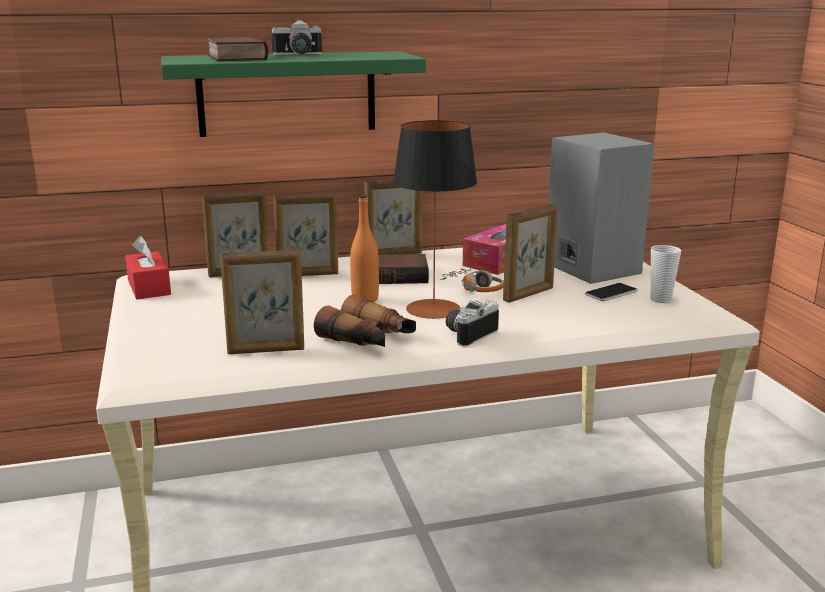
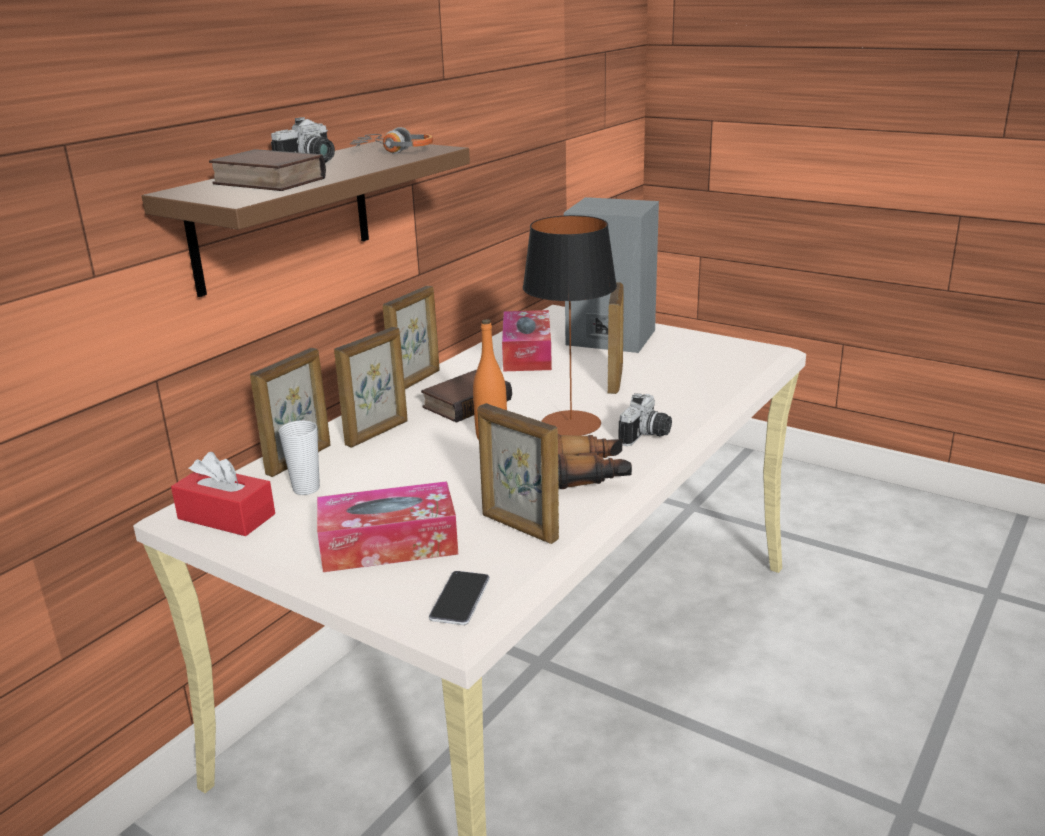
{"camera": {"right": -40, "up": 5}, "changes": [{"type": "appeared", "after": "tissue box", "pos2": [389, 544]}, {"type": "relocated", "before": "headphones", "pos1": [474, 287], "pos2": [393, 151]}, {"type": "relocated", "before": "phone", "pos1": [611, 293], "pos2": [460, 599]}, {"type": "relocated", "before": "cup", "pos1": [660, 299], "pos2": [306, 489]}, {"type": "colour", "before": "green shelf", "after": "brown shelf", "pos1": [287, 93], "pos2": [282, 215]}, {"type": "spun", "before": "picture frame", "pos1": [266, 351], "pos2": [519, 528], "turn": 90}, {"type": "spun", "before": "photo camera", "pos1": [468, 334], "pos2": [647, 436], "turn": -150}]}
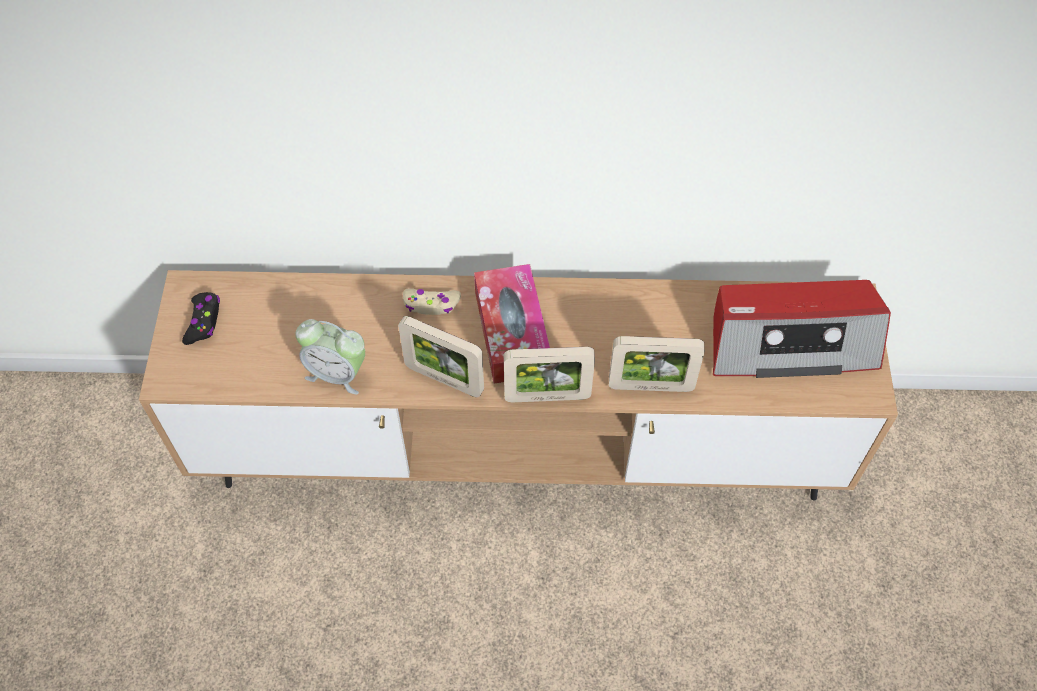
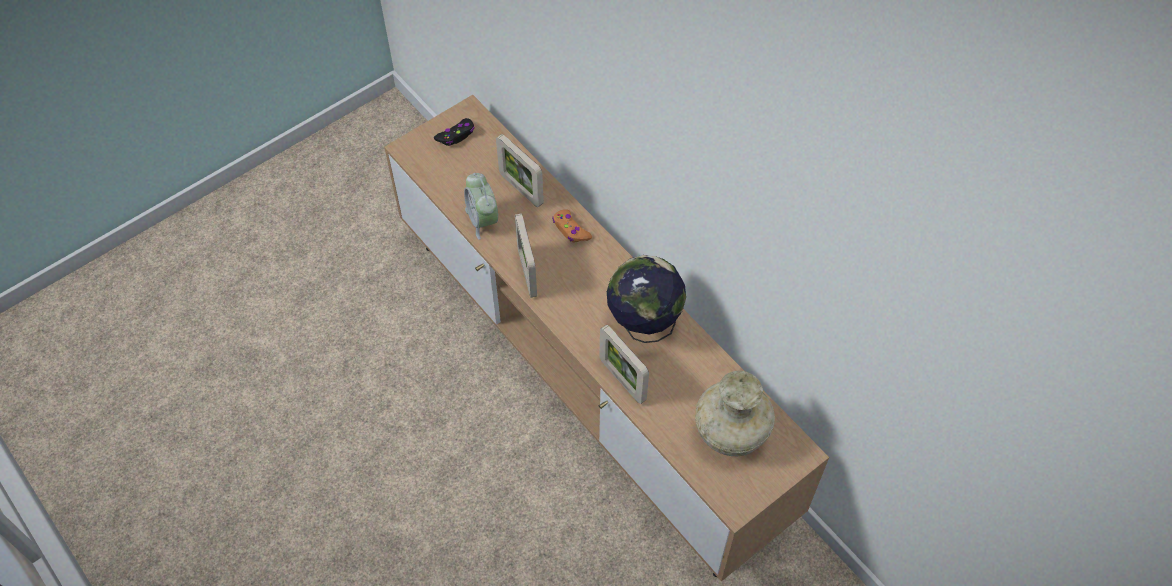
{"camera": {"right": 50, "up": 0}, "changes": [{"type": "missing", "before": "tissue box", "pos1": [512, 333]}, {"type": "appeared", "after": "globe", "pos2": [643, 325]}, {"type": "relocated", "before": "picture frame", "pos1": [547, 397], "pos2": [521, 189]}, {"type": "exchanged", "before": "radio", "after": "beige vase", "pos1": [790, 341], "pos2": [731, 435]}, {"type": "colour", "before": "beige game controller", "after": "orange game controller", "pos1": [431, 304], "pos2": [570, 230]}]}
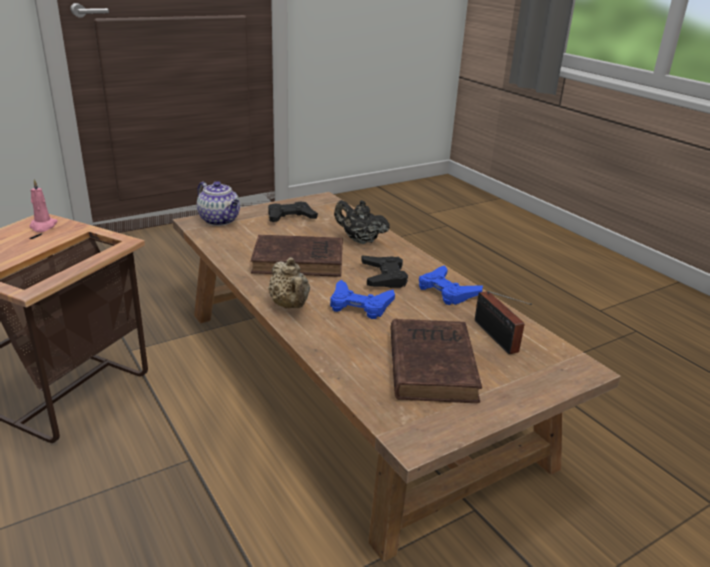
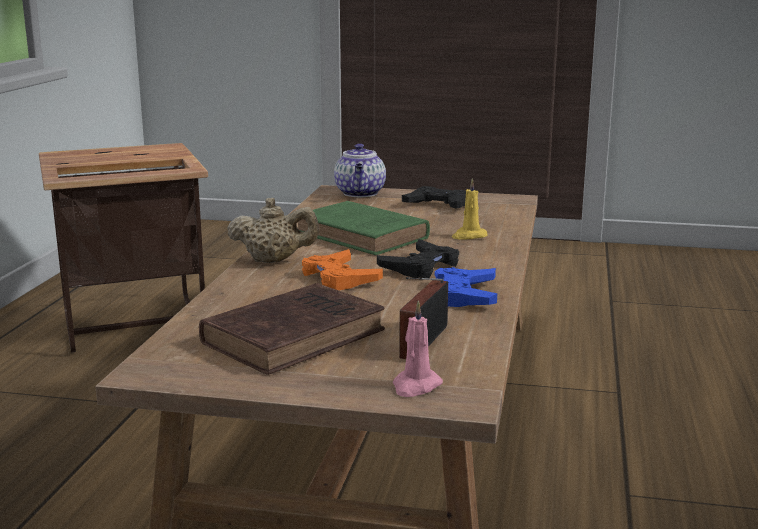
{"camera": {"right": 45, "up": -10}, "changes": [{"type": "relocated", "before": "pink candle", "pos1": [43, 226], "pos2": [415, 386]}, {"type": "exchanged", "before": "black teapot", "after": "yellow candle", "pos1": [359, 240], "pos2": [469, 236]}, {"type": "colour", "before": "brown book", "after": "green book", "pos1": [301, 261], "pos2": [364, 236]}, {"type": "colour", "before": "blue game controller", "after": "orange game controller", "pos1": [359, 305], "pos2": [339, 278]}, {"type": "spun", "before": "beige teapot", "pos1": [290, 306], "pos2": [274, 260], "turn": -105}]}
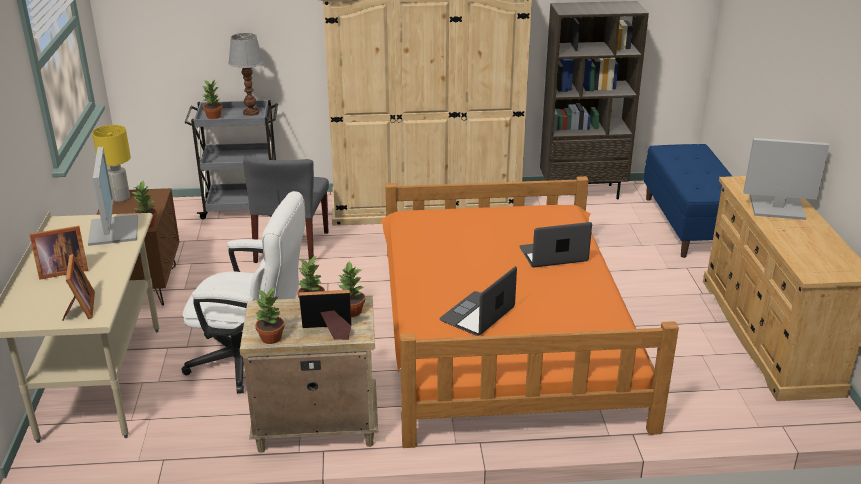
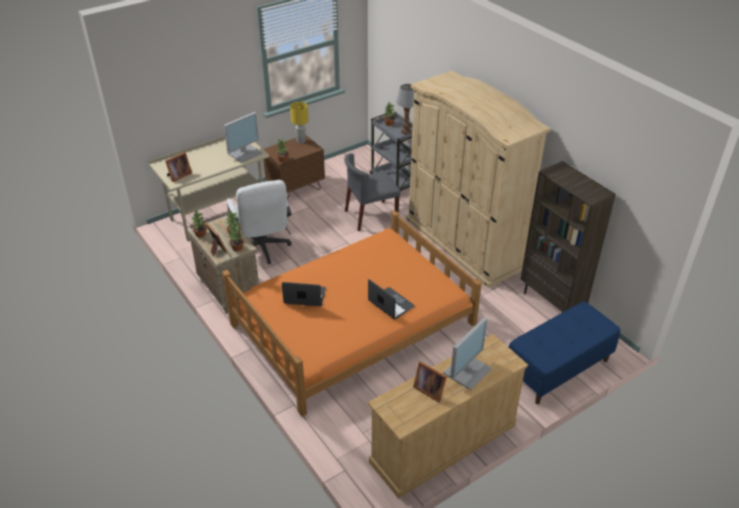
{"camera": {"right": 60, "up": 10}, "changes": [{"type": "relocated", "before": "picture frame", "pos1": [61, 270], "pos2": [429, 389]}, {"type": "spun", "before": "monitor", "pos1": [776, 207], "pos2": [467, 370], "turn": 60}]}
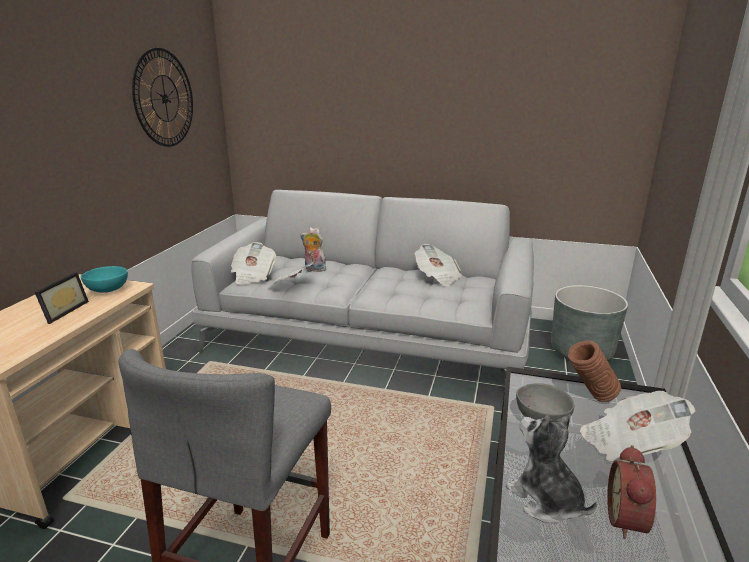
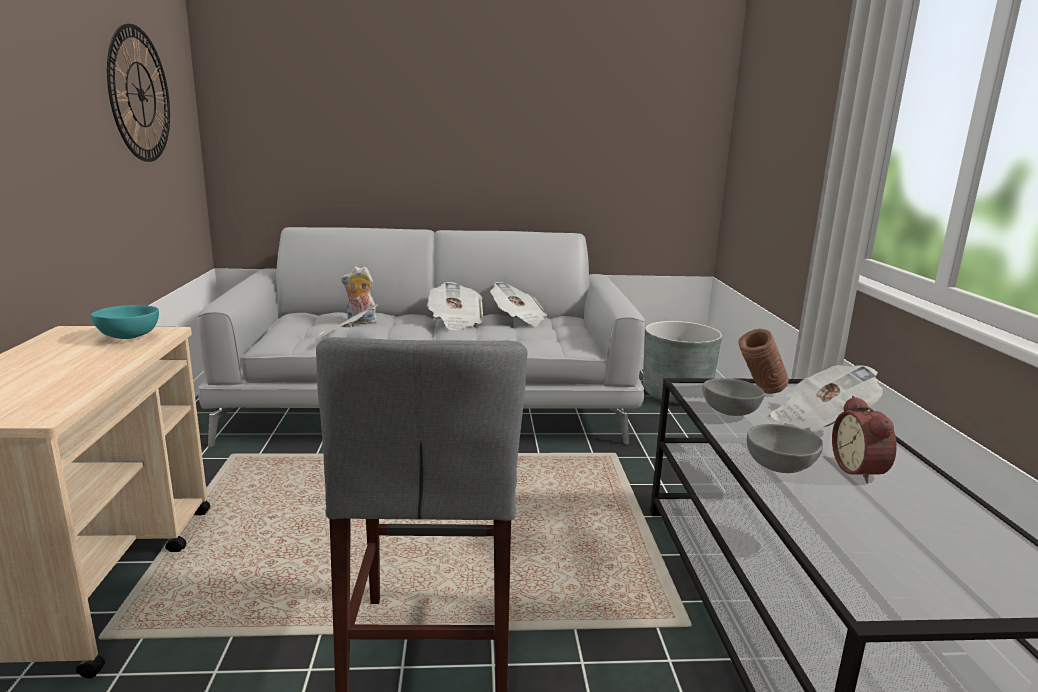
{"camera": {"right": -20, "up": -5}, "changes": [{"type": "missing", "before": "picture frame", "pos1": [62, 311]}, {"type": "relocated", "before": "newspaper", "pos1": [252, 276], "pos2": [455, 322]}, {"type": "exchanged", "before": "plush toy", "after": "grey bowl", "pos1": [545, 500], "pos2": [781, 468]}]}
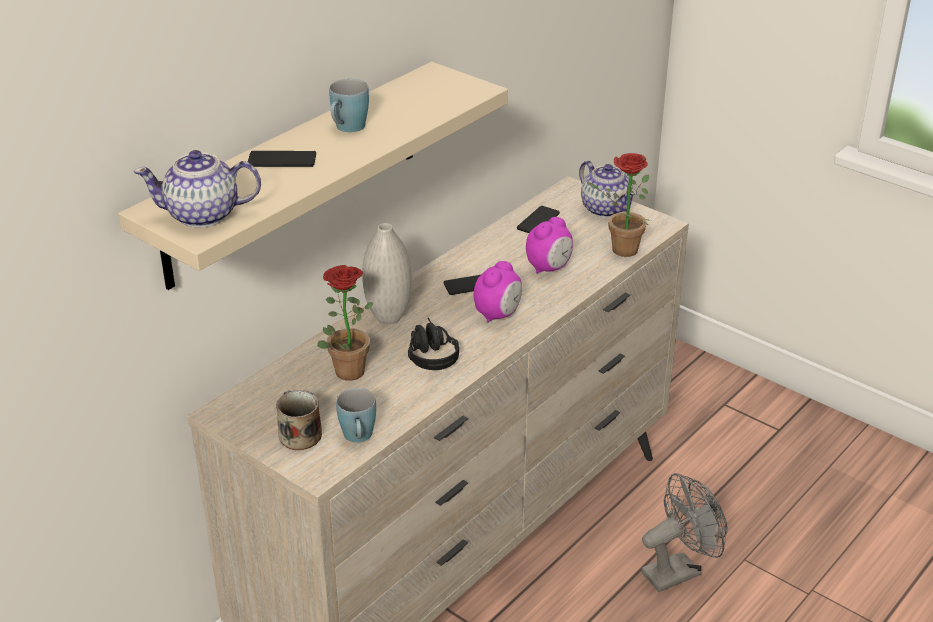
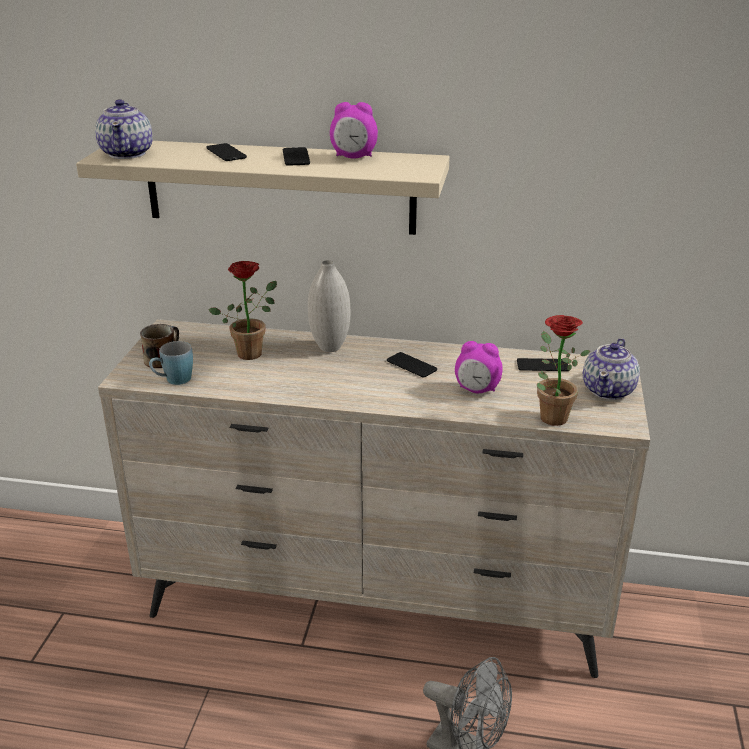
{"camera": {"right": 60, "up": -5}, "changes": [{"type": "missing", "before": "black headphones", "pos1": [429, 352]}, {"type": "relocated", "before": "alarm clock", "pos1": [498, 314], "pos2": [354, 157]}, {"type": "exchanged", "before": "blue mug", "after": "phone", "pos1": [347, 129], "pos2": [296, 157]}, {"type": "spun", "before": "teapot", "pos1": [203, 215], "pos2": [127, 153], "turn": -150}]}
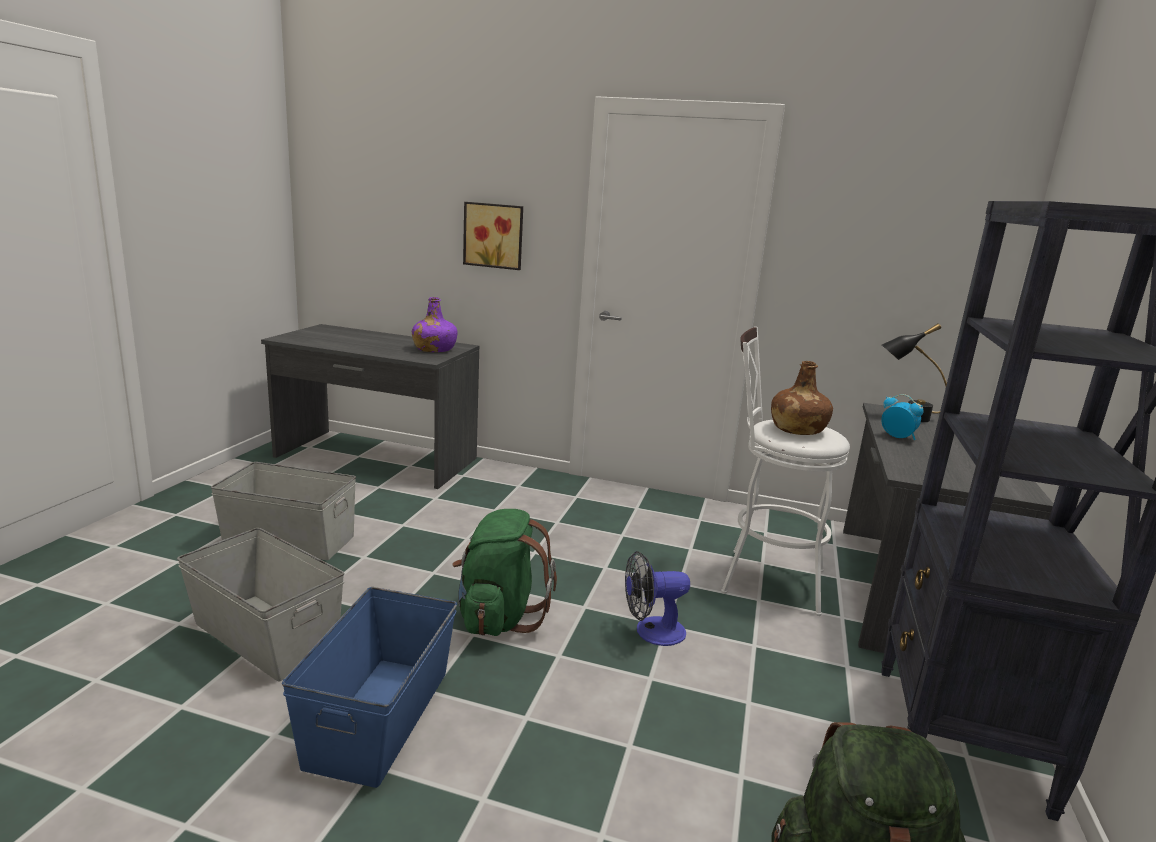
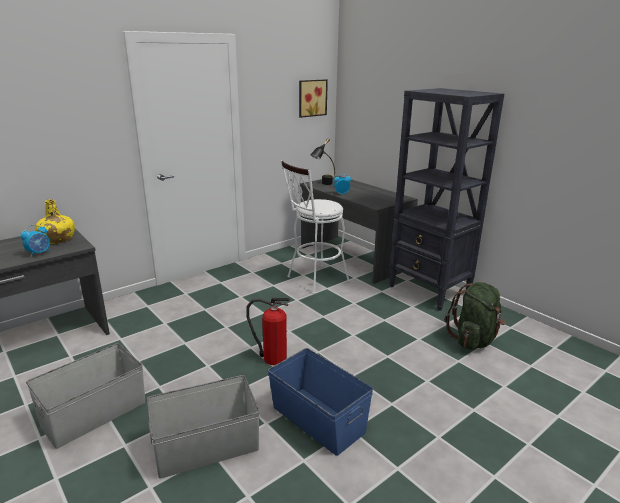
{"camera": {"right": -55, "up": 5}, "changes": [{"type": "missing", "before": "fan", "pos1": [651, 632]}, {"type": "missing", "before": "brown bottle", "pos1": [797, 429]}, {"type": "appeared", "after": "alarm clock", "pos2": [39, 253]}, {"type": "relocated", "before": "picture", "pos1": [494, 235], "pos2": [311, 98]}, {"type": "exchanged", "before": "green backpack", "after": "fire extinguisher", "pos1": [498, 617], "pos2": [272, 358]}, {"type": "colour", "before": "purple bottle", "after": "yellow bottle", "pos1": [434, 349], "pos2": [57, 239]}]}
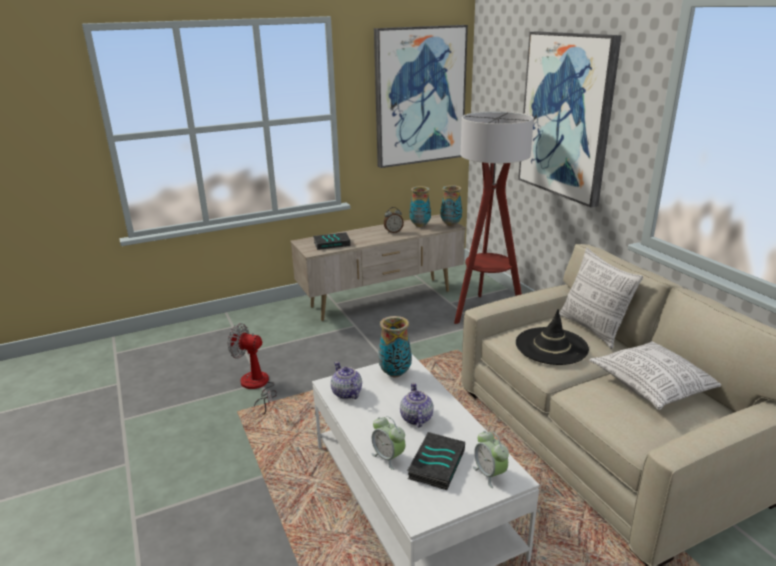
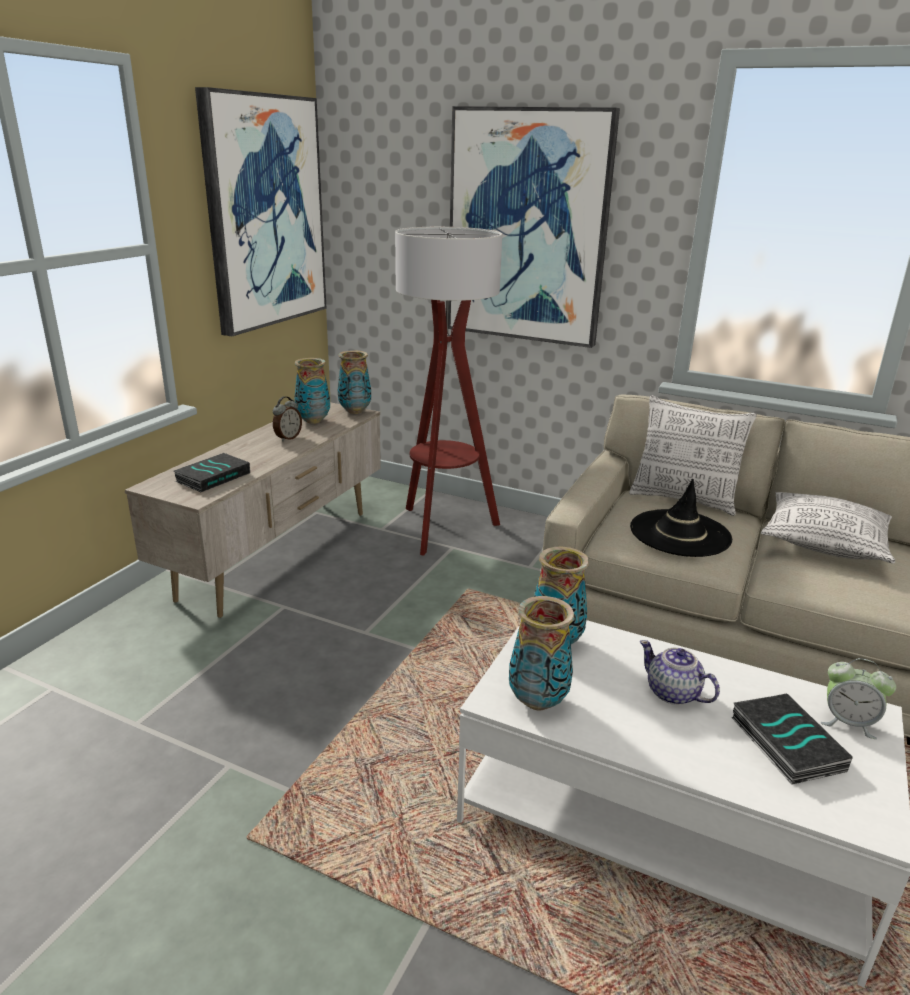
{"camera": {"right": -40, "up": 0}, "changes": [{"type": "missing", "before": "fan", "pos1": [257, 386]}, {"type": "missing", "before": "alarm clock", "pos1": [388, 457]}, {"type": "exchanged", "before": "teapot", "after": "vase", "pos1": [346, 393], "pos2": [538, 702]}]}
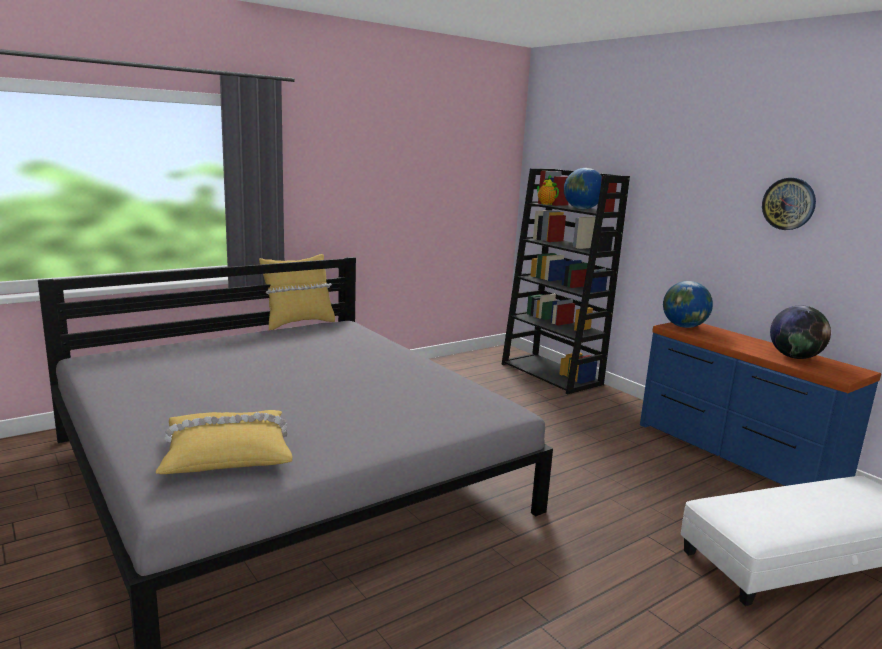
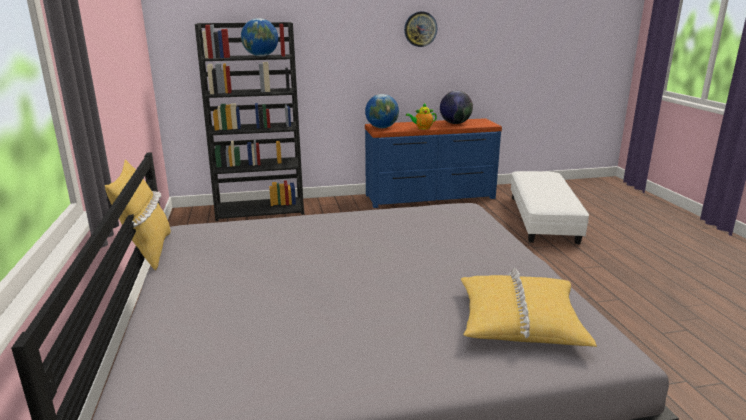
{"camera": {"right": -65, "up": 5}, "changes": [{"type": "relocated", "before": "teapot", "pos1": [546, 204], "pos2": [422, 128]}]}
